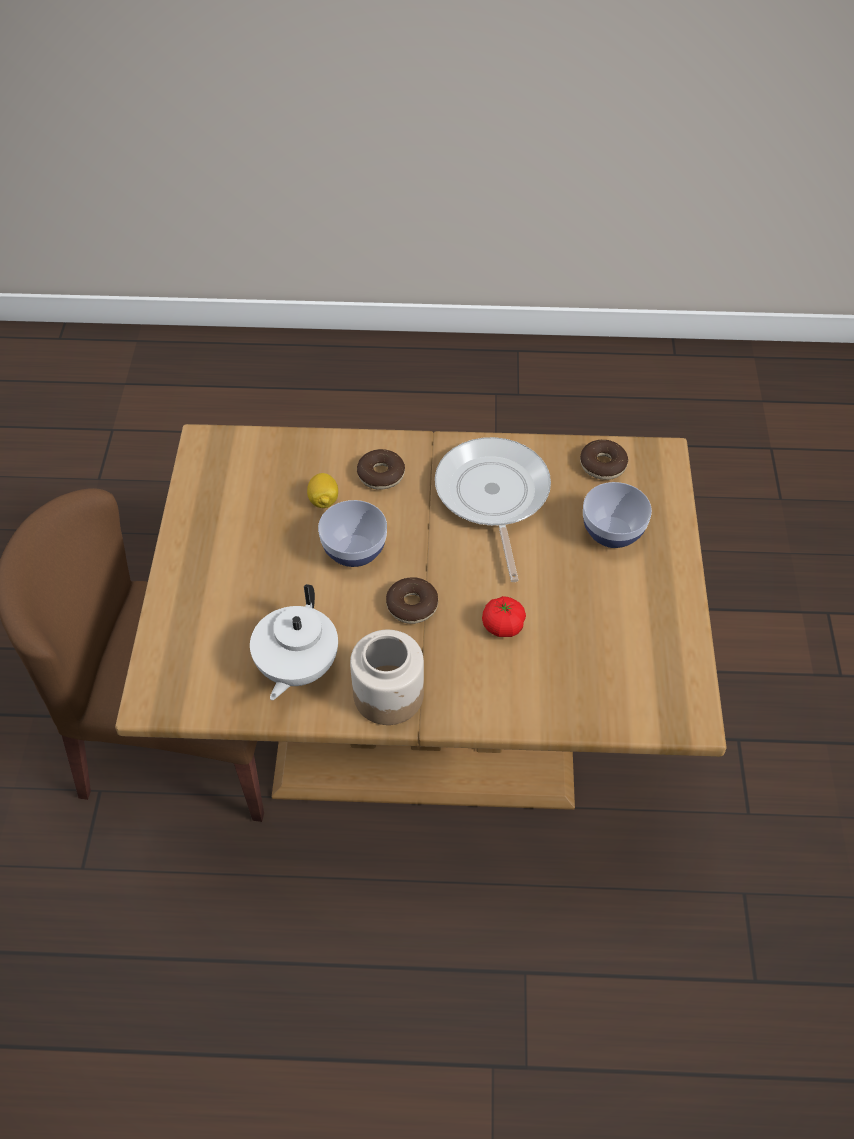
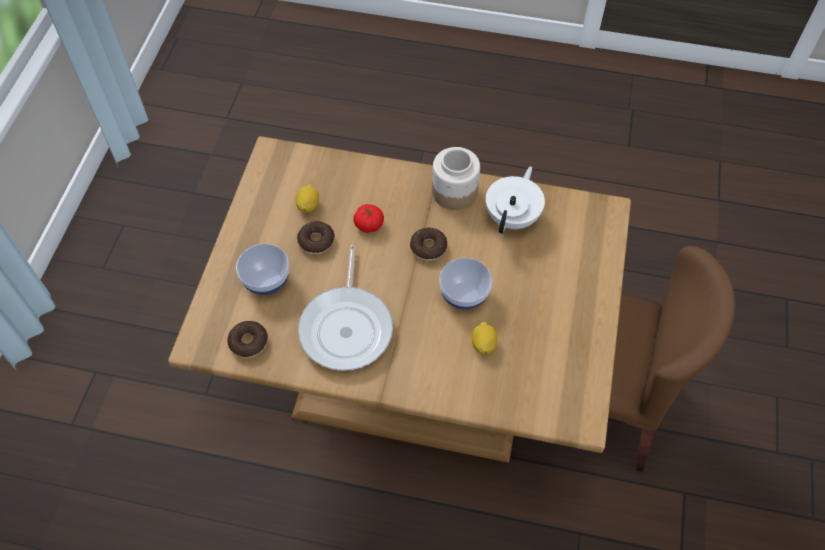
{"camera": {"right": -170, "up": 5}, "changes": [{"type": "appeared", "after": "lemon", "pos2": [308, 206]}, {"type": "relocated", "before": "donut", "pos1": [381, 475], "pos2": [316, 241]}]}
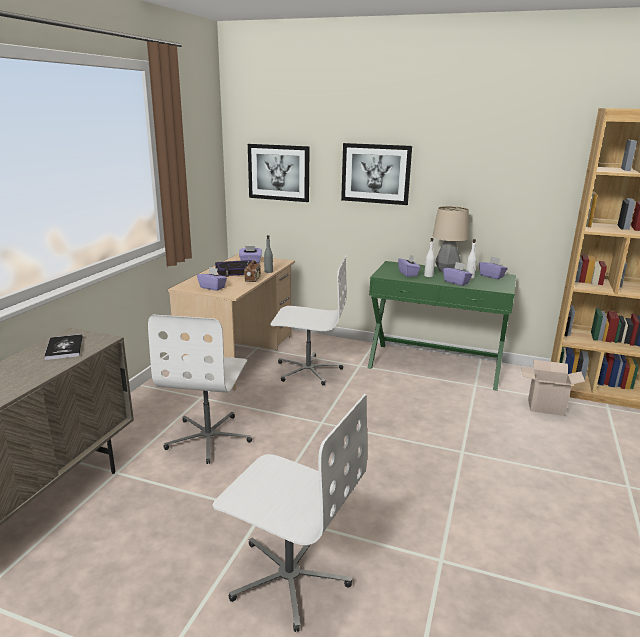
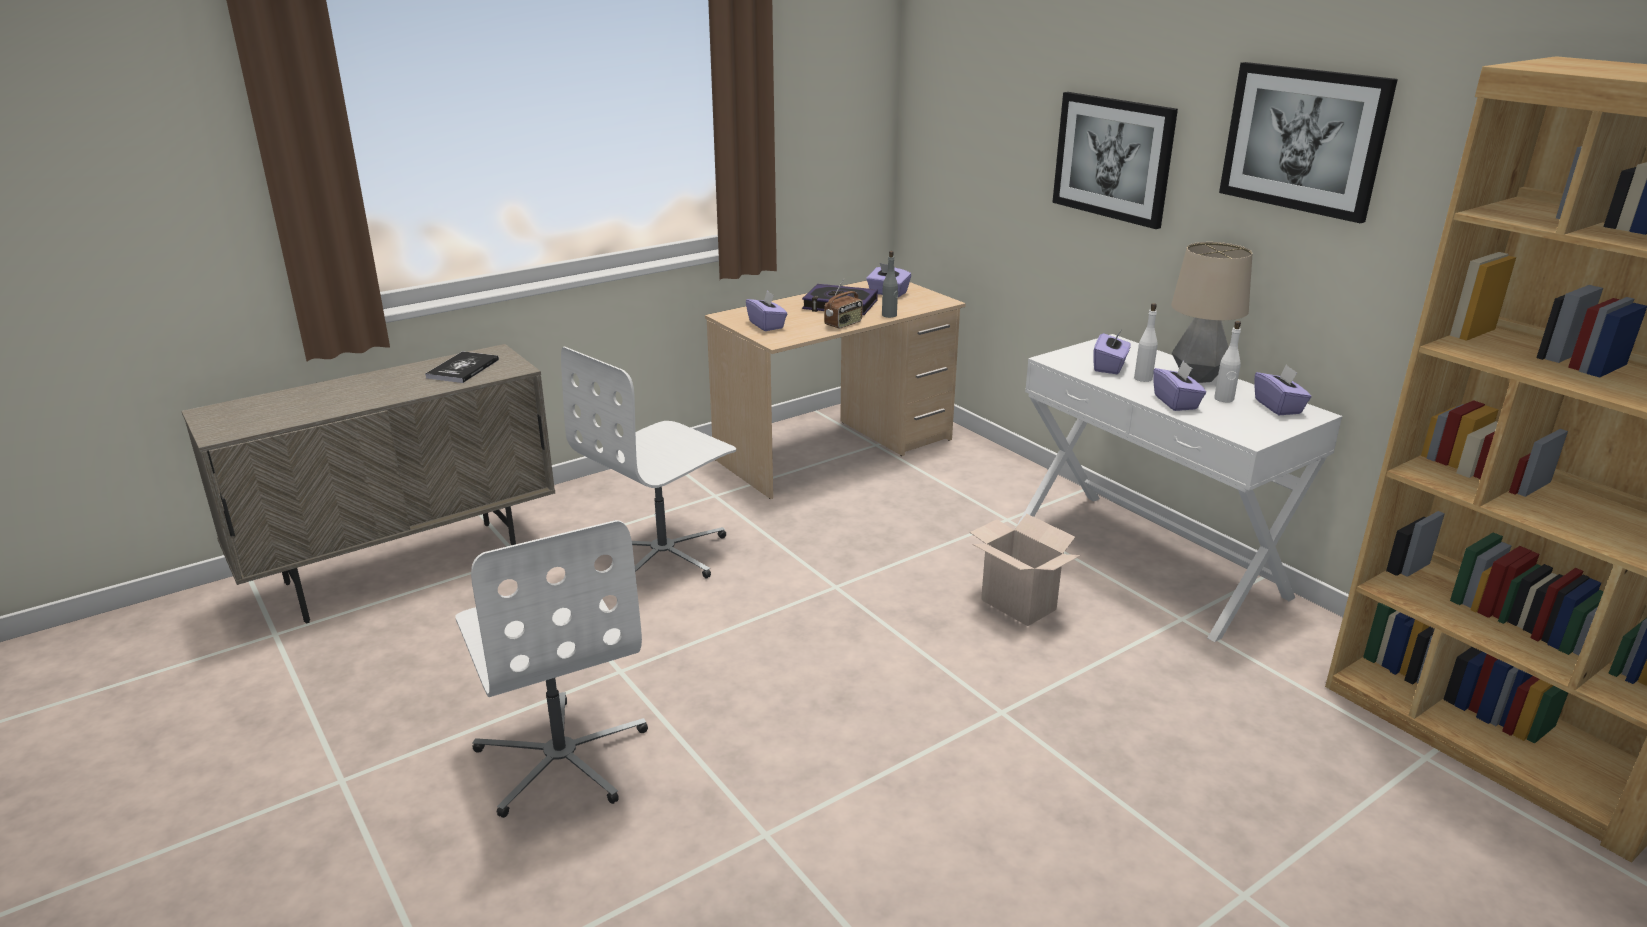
{"camera": {"right": 35, "up": 5}, "changes": [{"type": "missing", "before": "white office chair", "pos1": [308, 370]}, {"type": "relocated", "before": "picture", "pos1": [279, 172], "pos2": [1303, 139]}, {"type": "relocated", "before": "cardboard box", "pos1": [545, 408], "pos2": [1015, 604]}, {"type": "colour", "before": "green console table", "after": "white console table", "pos1": [435, 365], "pos2": [1149, 561]}]}
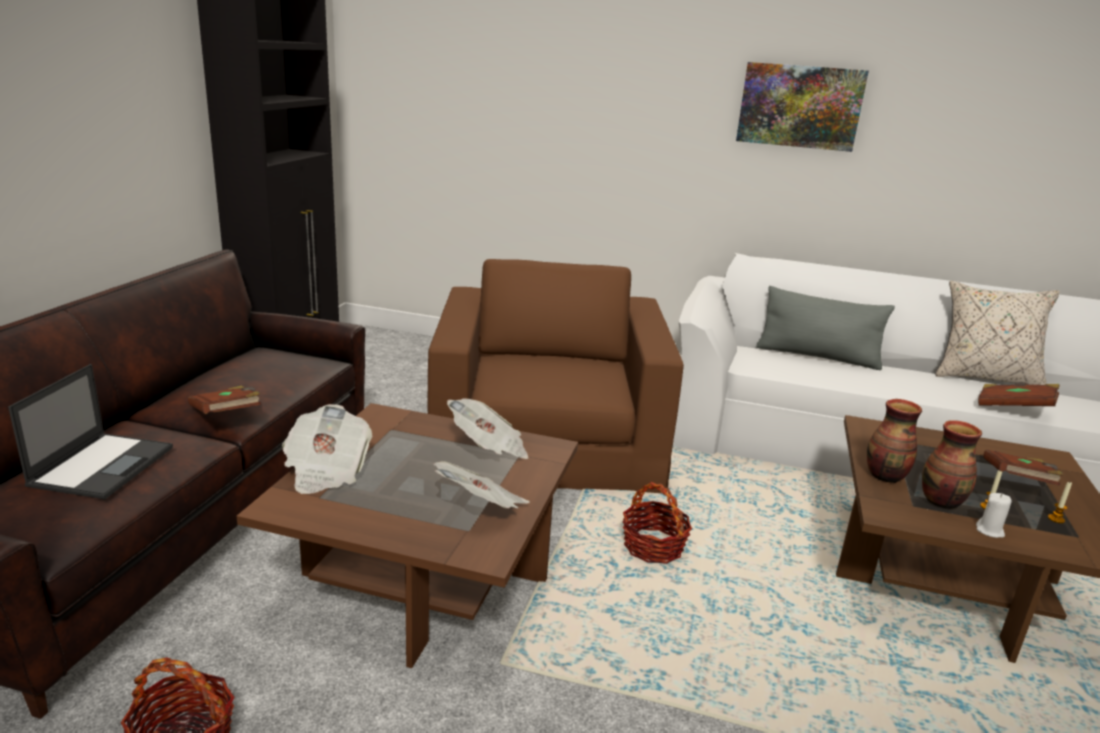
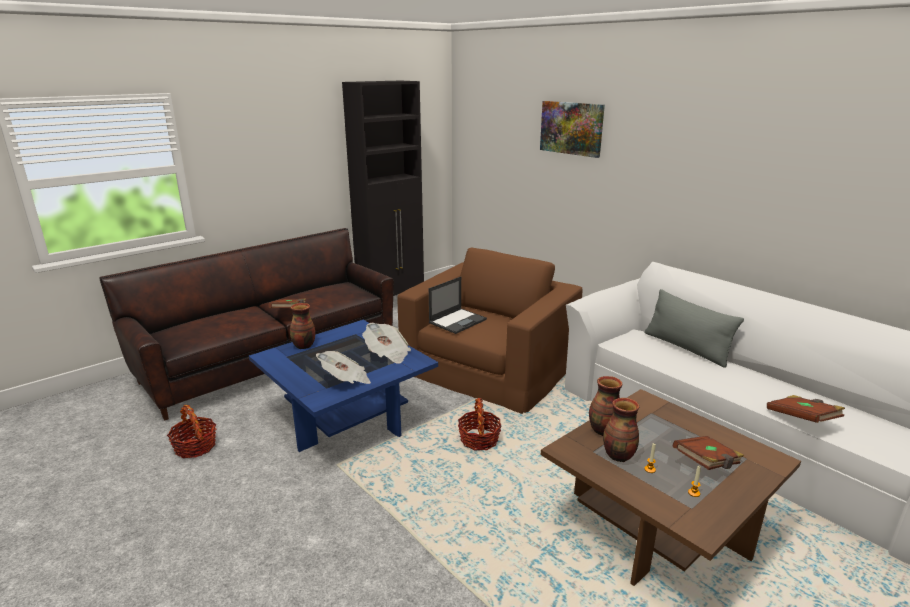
{"camera": {"right": 35, "up": 0}, "changes": [{"type": "missing", "before": "beige pillow", "pos1": [984, 377]}, {"type": "missing", "before": "white candle", "pos1": [990, 531]}, {"type": "relocated", "before": "laptop", "pos1": [103, 465], "pos2": [458, 321]}, {"type": "relocated", "before": "picture", "pos1": [799, 106], "pos2": [571, 128]}, {"type": "exchanged", "before": "newspaper", "after": "vase", "pos1": [326, 470], "pos2": [303, 346]}, {"type": "colour", "before": "brown coffee table", "after": "blue coffee table", "pos1": [425, 577], "pos2": [347, 416]}]}
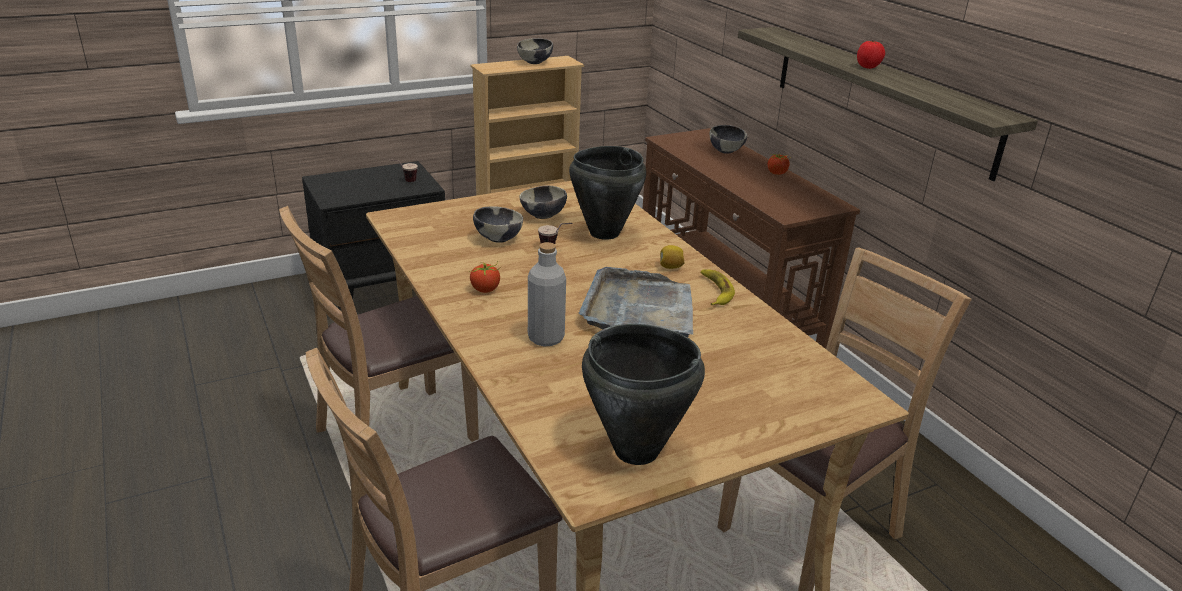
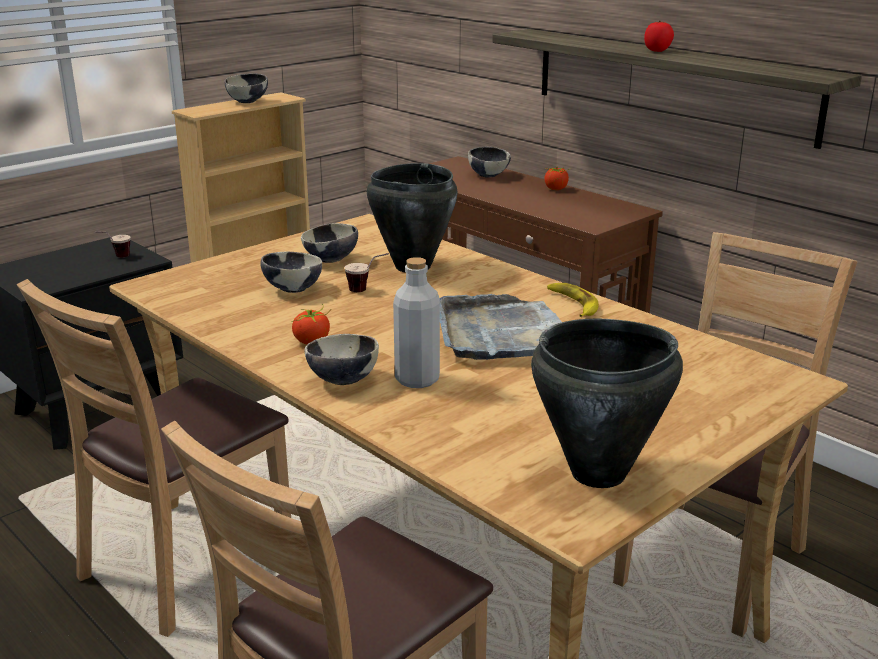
{"camera": {"right": -15, "up": -5}, "changes": [{"type": "missing", "before": "lemon", "pos1": [670, 267]}, {"type": "appeared", "after": "bowl", "pos2": [343, 380]}]}
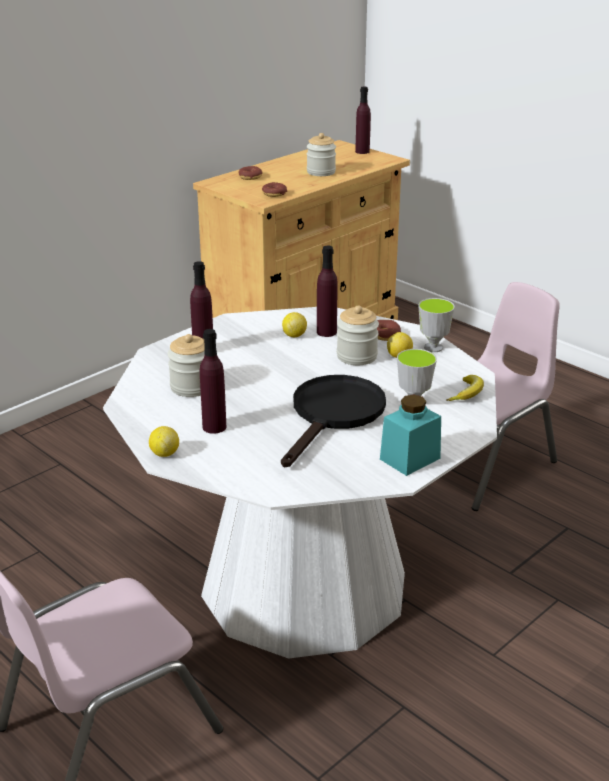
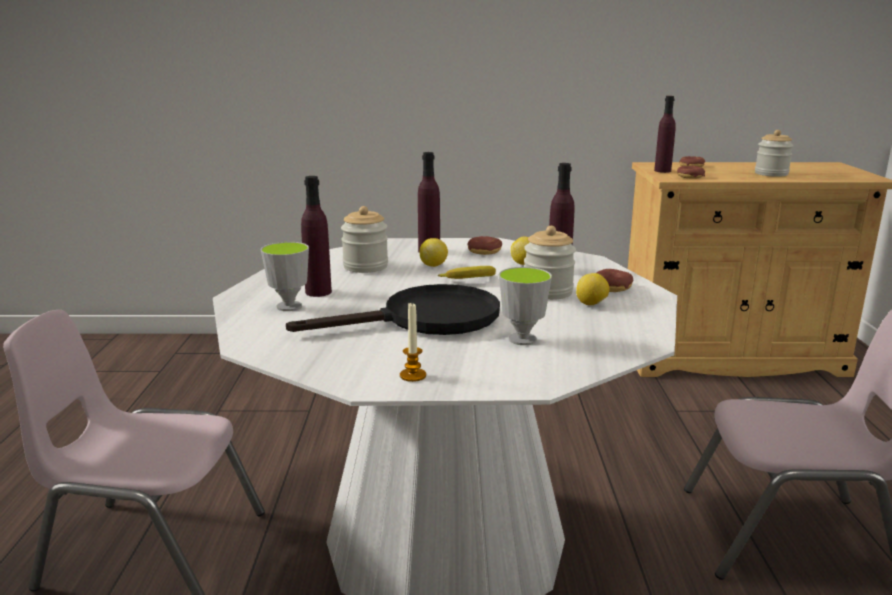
{"camera": {"right": 45, "up": -10}, "changes": [{"type": "appeared", "after": "donut", "pos2": [484, 251]}, {"type": "relocated", "before": "lemon", "pos1": [164, 453], "pos2": [433, 265]}, {"type": "relocated", "before": "purple bottle", "pos1": [362, 151], "pos2": [662, 171]}, {"type": "relocated", "before": "cup", "pos1": [433, 347], "pos2": [289, 306]}, {"type": "relocated", "before": "banana", "pos1": [467, 393], "pos2": [470, 280]}, {"type": "exchanged", "before": "turquoise jar", "after": "candle", "pos1": [410, 458], "pos2": [413, 375]}]}
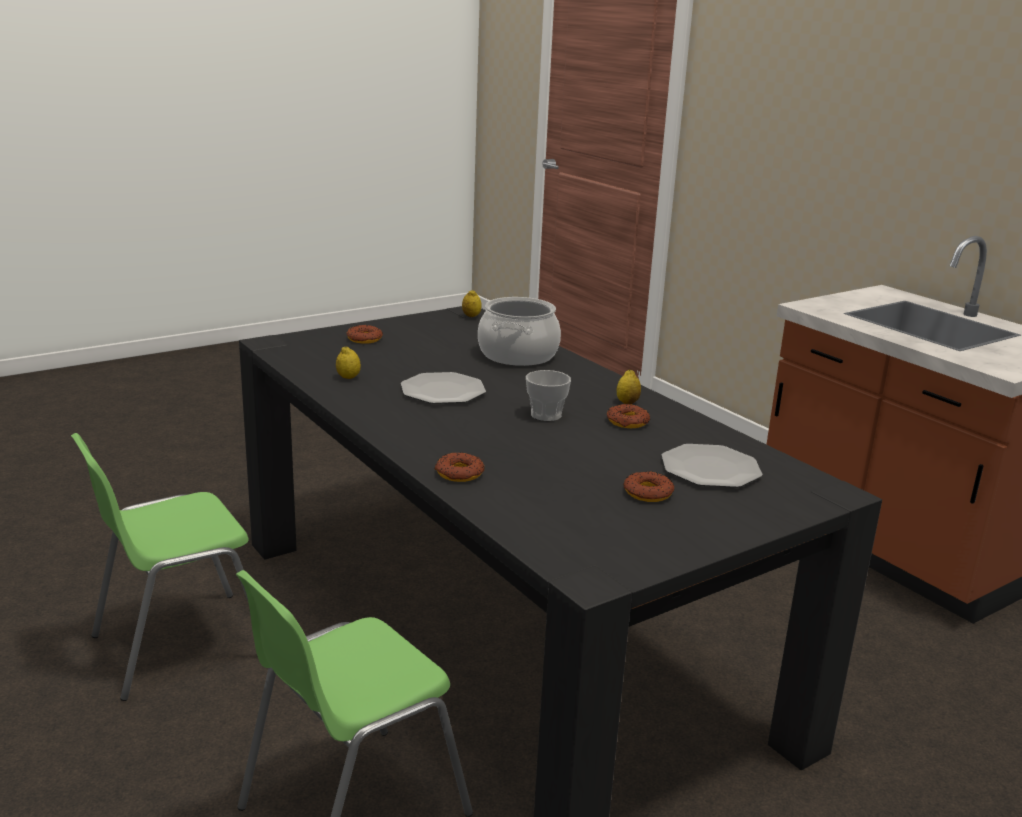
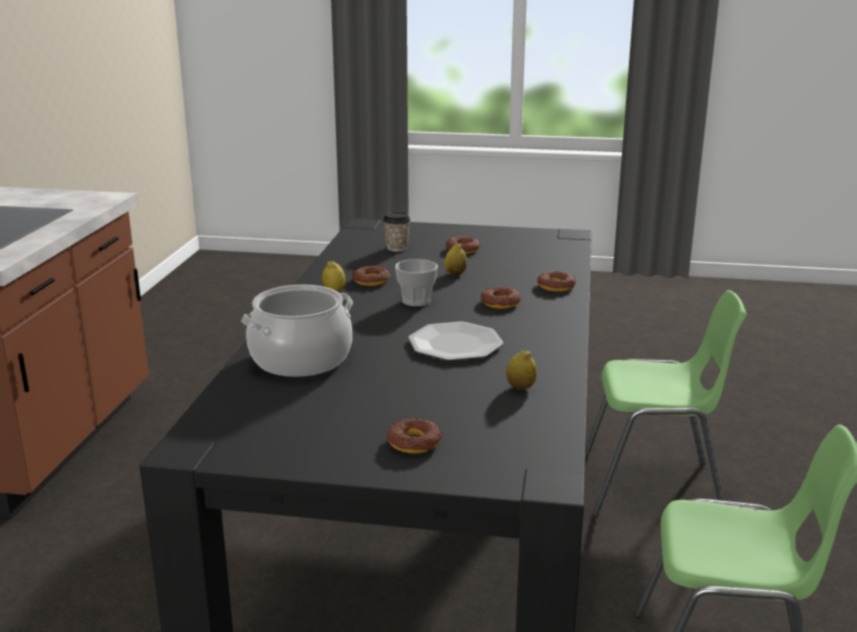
{"camera": {"right": -135, "up": 0}, "changes": [{"type": "appeared", "after": "donut", "pos2": [500, 303]}, {"type": "relocated", "before": "lemon", "pos1": [471, 316], "pos2": [455, 274]}, {"type": "exchanged", "before": "plate", "after": "cup", "pos1": [710, 469], "pos2": [397, 248]}]}
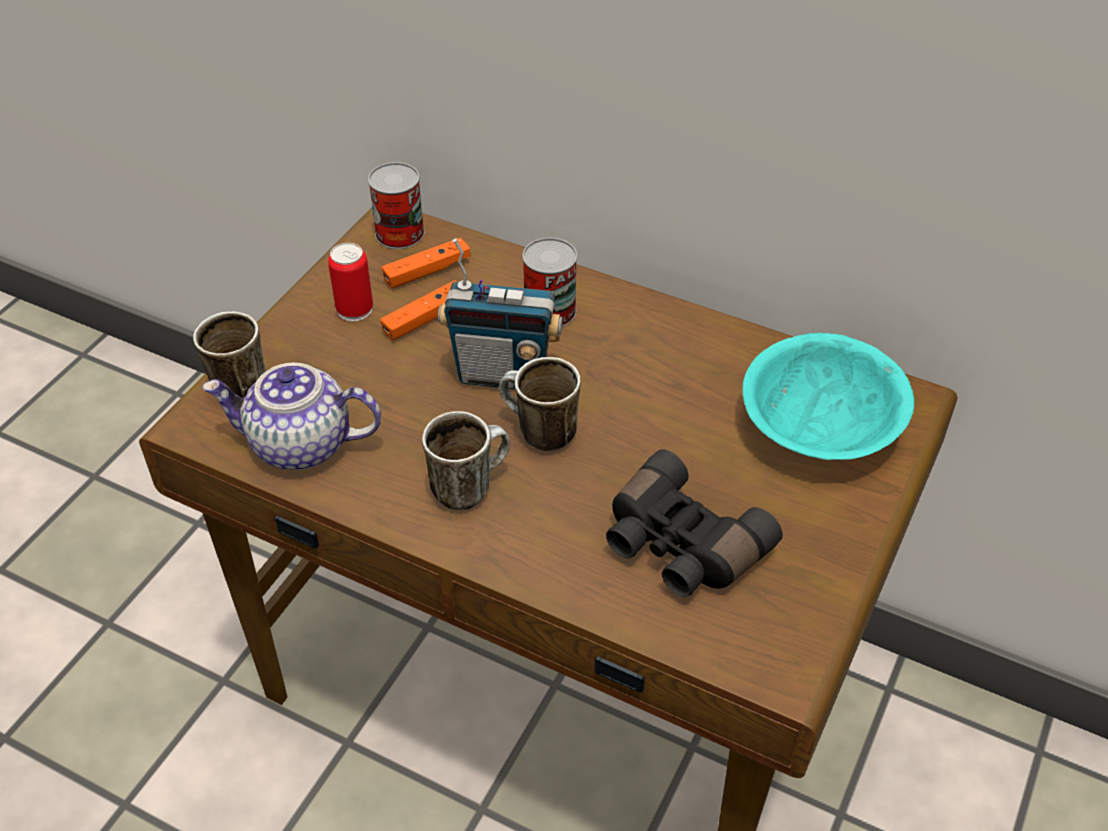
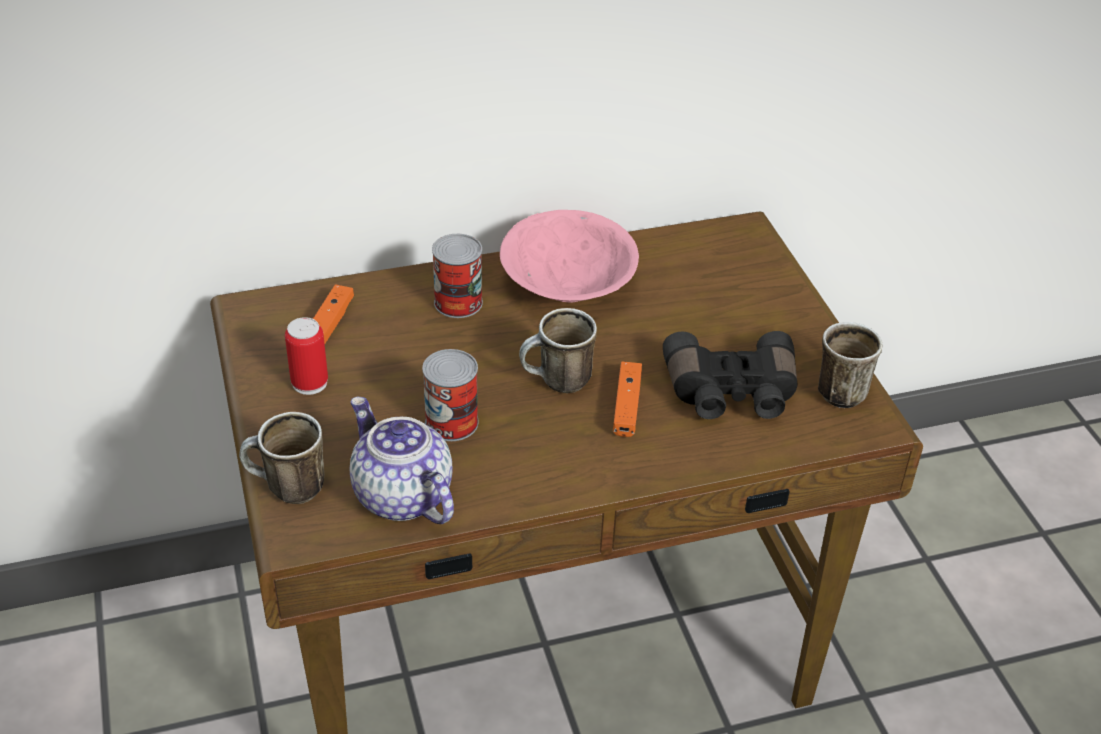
{"camera": {"right": -45, "up": -5}, "changes": [{"type": "missing", "before": "radio", "pos1": [503, 374]}, {"type": "missing", "before": "turquoise bowl", "pos1": [821, 426]}, {"type": "appeared", "after": "pink bowl", "pos2": [568, 284]}, {"type": "relocated", "before": "can", "pos1": [399, 233], "pos2": [451, 422]}, {"type": "relocated", "before": "orange game controller", "pos1": [425, 318], "pos2": [626, 406]}, {"type": "relocated", "before": "mug", "pos1": [469, 486], "pos2": [839, 388]}, {"type": "spun", "before": "teapot", "pos1": [299, 445], "pos2": [400, 496], "turn": 90}]}
